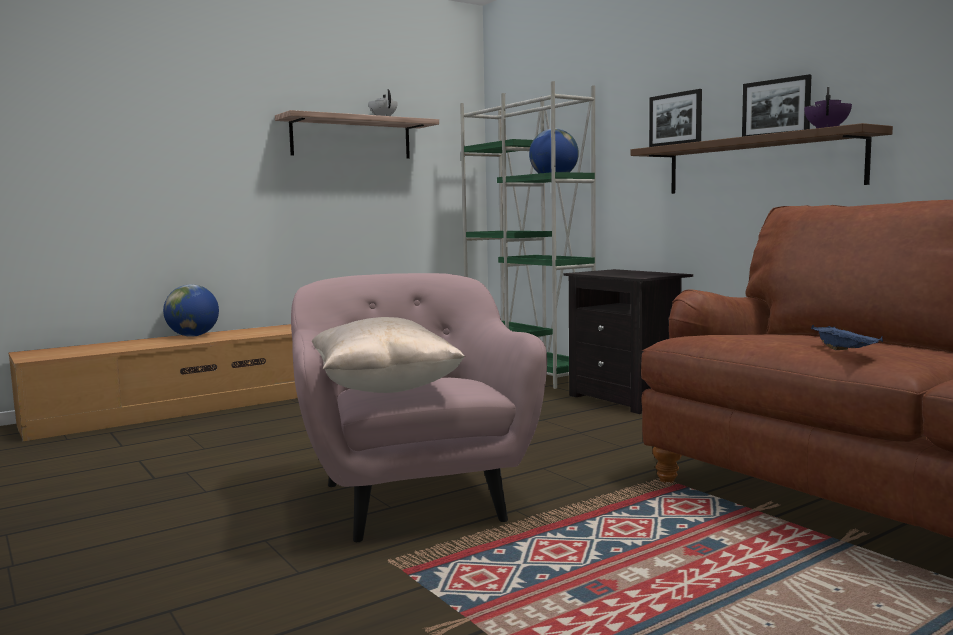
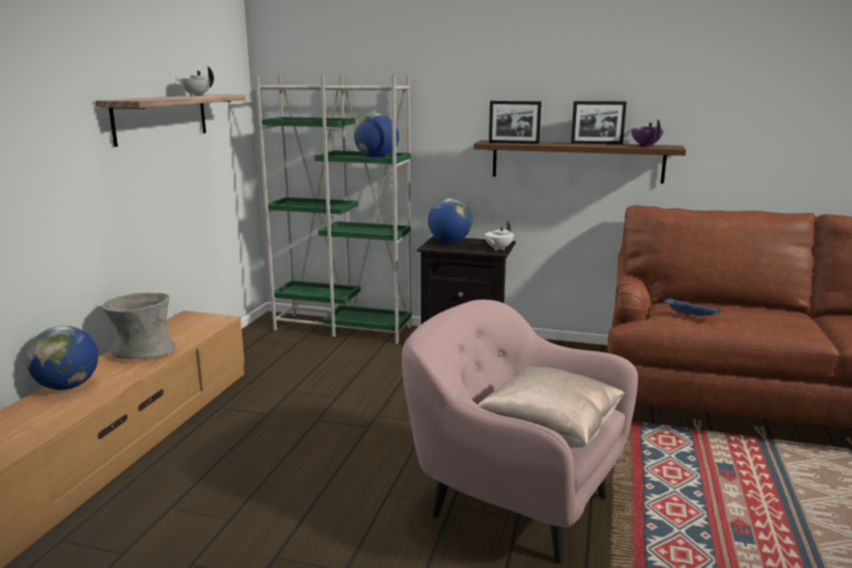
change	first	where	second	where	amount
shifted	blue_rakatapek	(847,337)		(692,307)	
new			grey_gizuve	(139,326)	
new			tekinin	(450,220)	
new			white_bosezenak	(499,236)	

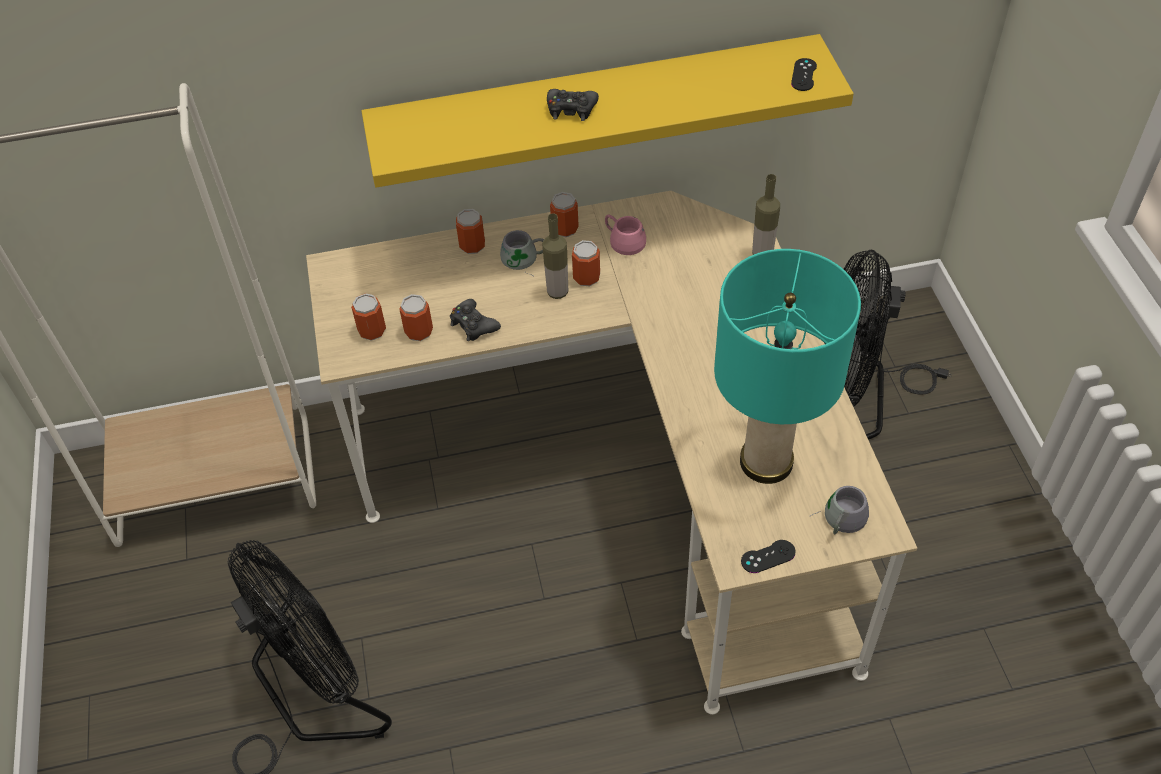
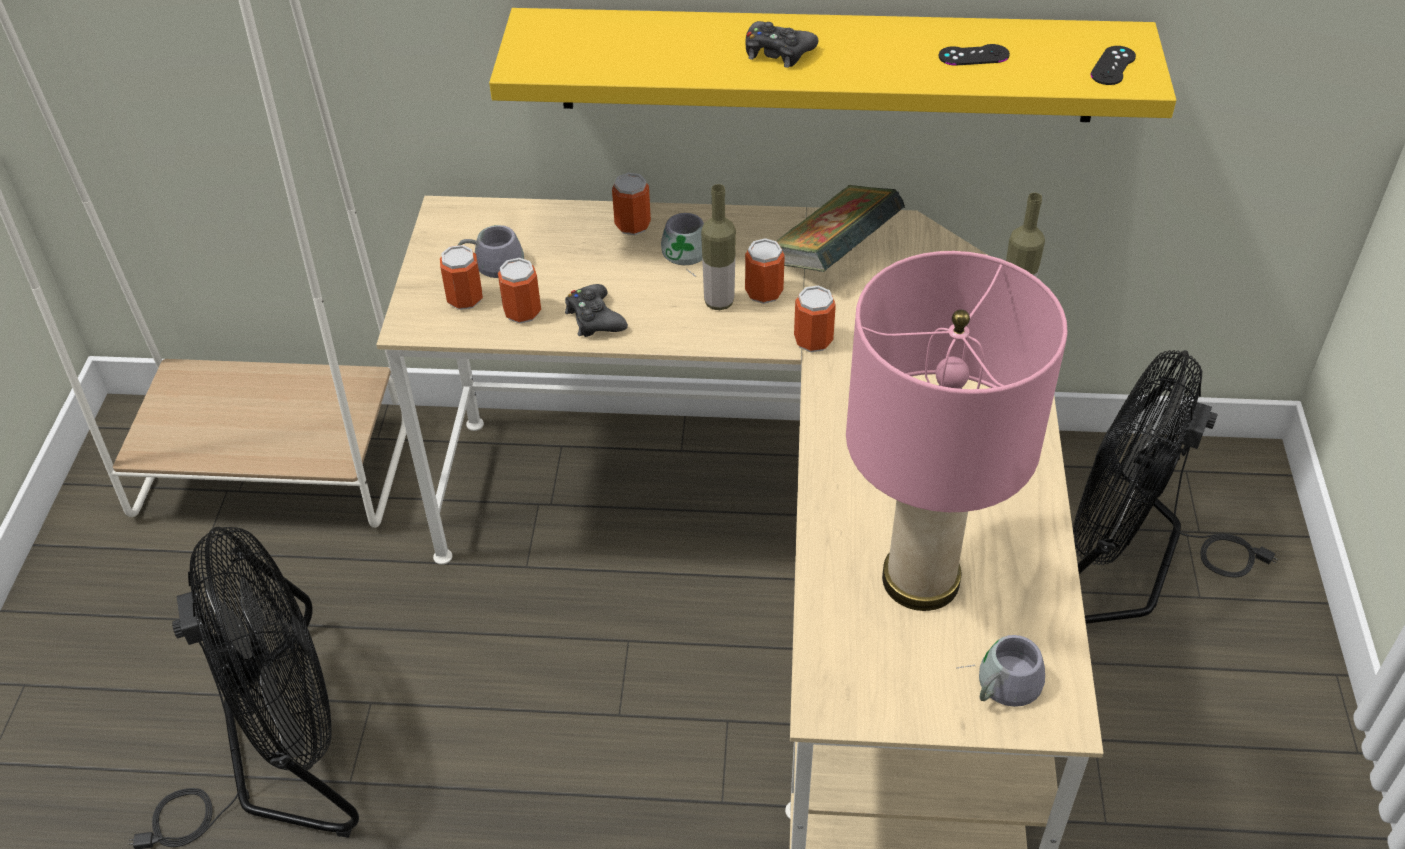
change	first	where	second	where	amount
shifted	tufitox	(564,214)		(815,318)	
swapped	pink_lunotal	(625,234)	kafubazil	(841,228)	
repainted	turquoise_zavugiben	(787,366)	pink_zavugiben	(957,431)	
shifted	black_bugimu	(768,556)		(974,55)	
new			grey_lunotal	(491,251)	

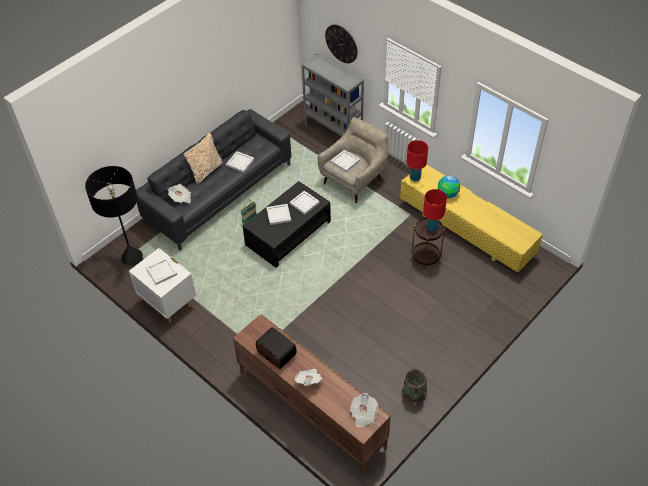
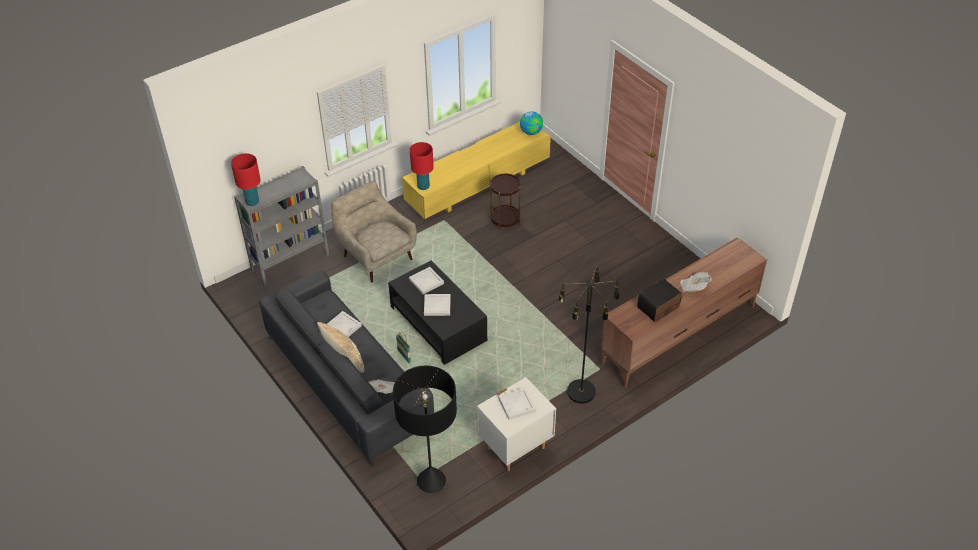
change	first	where	second	where	amount
gone	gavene	(341,43)			
gone	white_rakatapek	(345,161)			
gone	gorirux	(364,410)			
gone	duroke	(414,387)			
shifted	red_zavugiben	(435,210)		(246,179)	
shifted	tekinin	(449,187)		(531,123)	
new			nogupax	(589,335)	

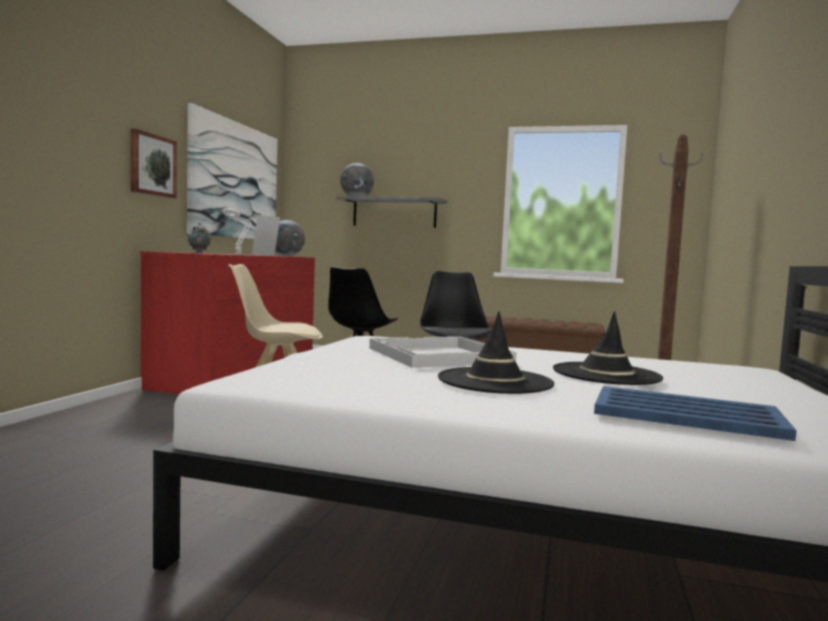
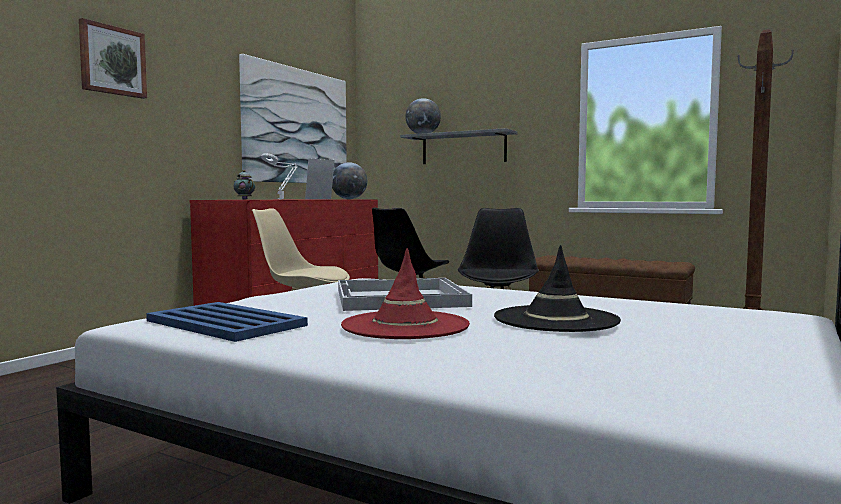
change	first	where	second	where	amount
shifted	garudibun	(154,163)		(113,58)	
repainted	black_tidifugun	(496,353)	red_tidifugun	(405,293)	
shifted	blue_rakatapek	(695,413)		(227,322)	

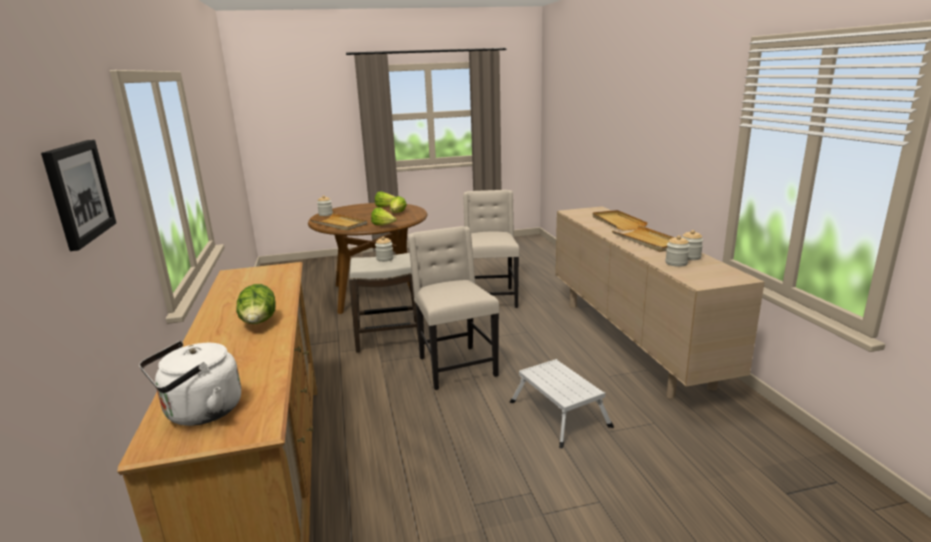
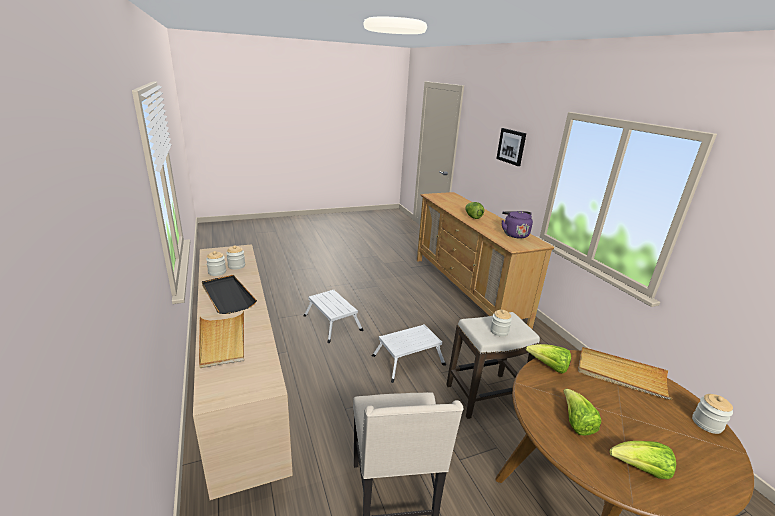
change	first	where	second	where	amount
gone	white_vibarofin	(190,383)			
swapped	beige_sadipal	(453,308)	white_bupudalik	(409,353)	
repainted	beige_rakatapek	(643,238)	black_rakatapek	(229,294)	
new			purple_vibarofin	(517,225)	

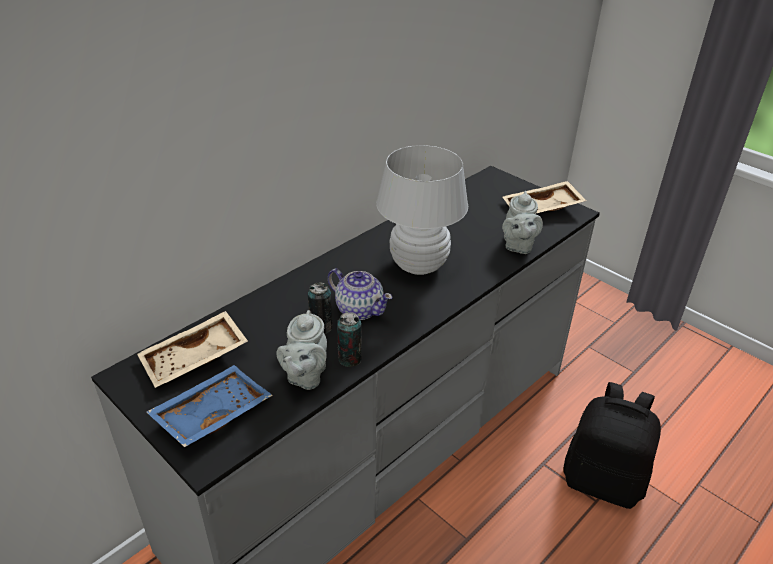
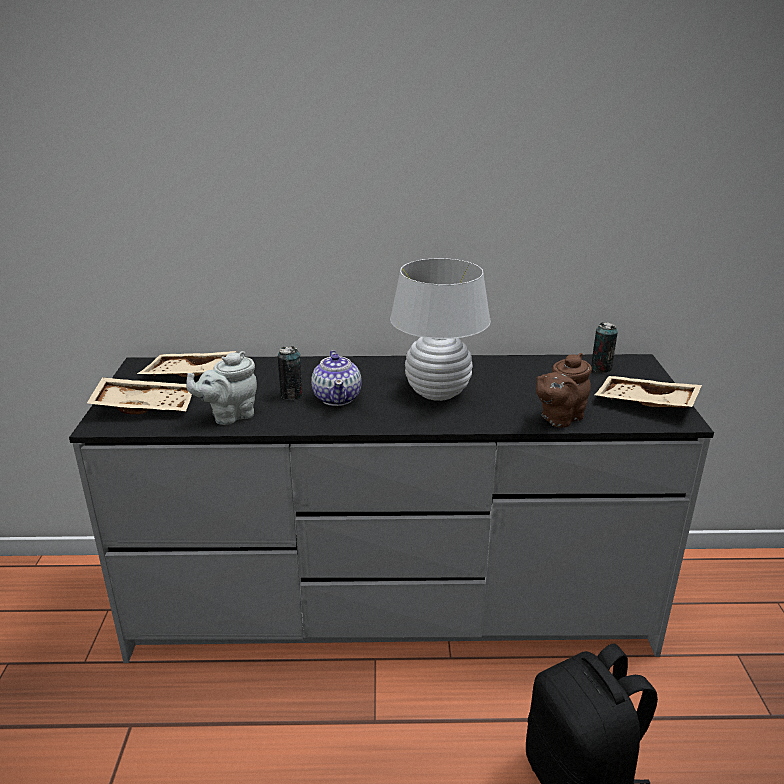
change	first	where	second	where	amount
repainted	blue_rakatapek	(209,406)	beige_rakatapek	(139,395)	
shifted	tufitox	(349,339)		(604,347)	
repainted	grey_bosezenak	(522,222)	brown_bosezenak	(564,390)	

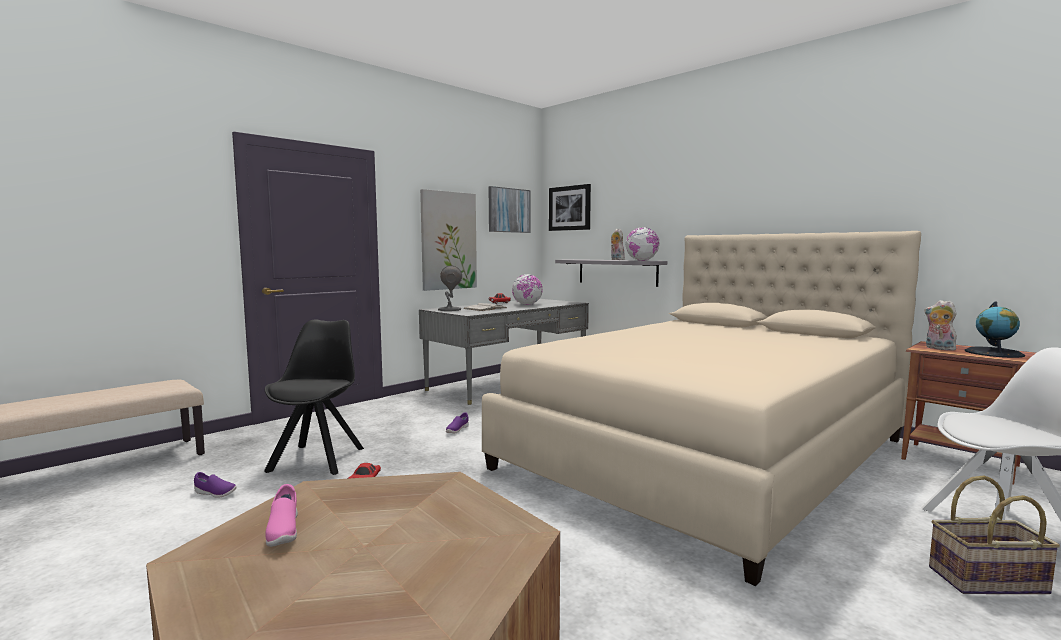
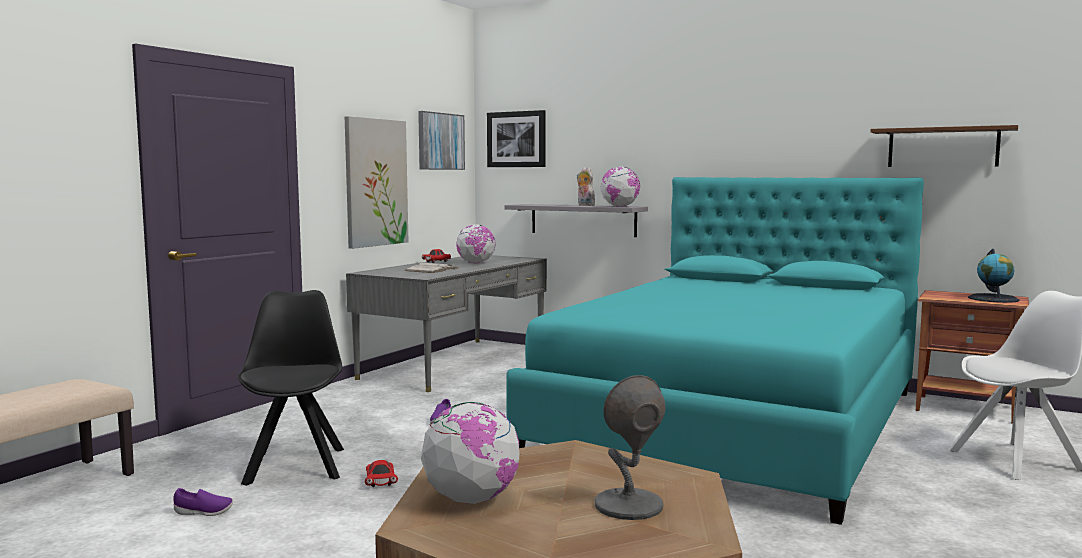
change	first	where	second	where	amount
swapped	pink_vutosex	(281,515)	tekinin	(471,453)	
shifted	grey_zavugiben	(450,288)		(630,447)	
repainted	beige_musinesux	(701,408)	turquoise_musinesux	(715,351)	
gone	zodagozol	(940,325)			
gone	duroke	(994,535)			
new			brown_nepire	(944,146)	

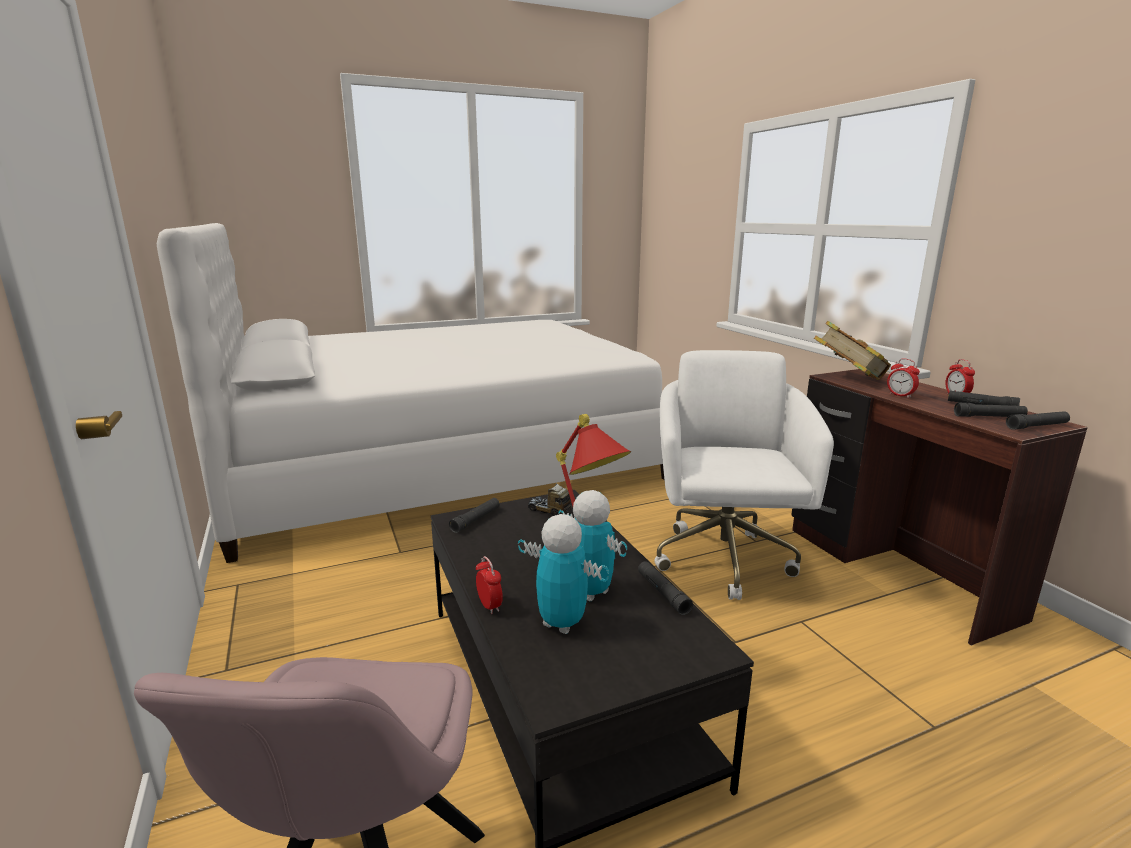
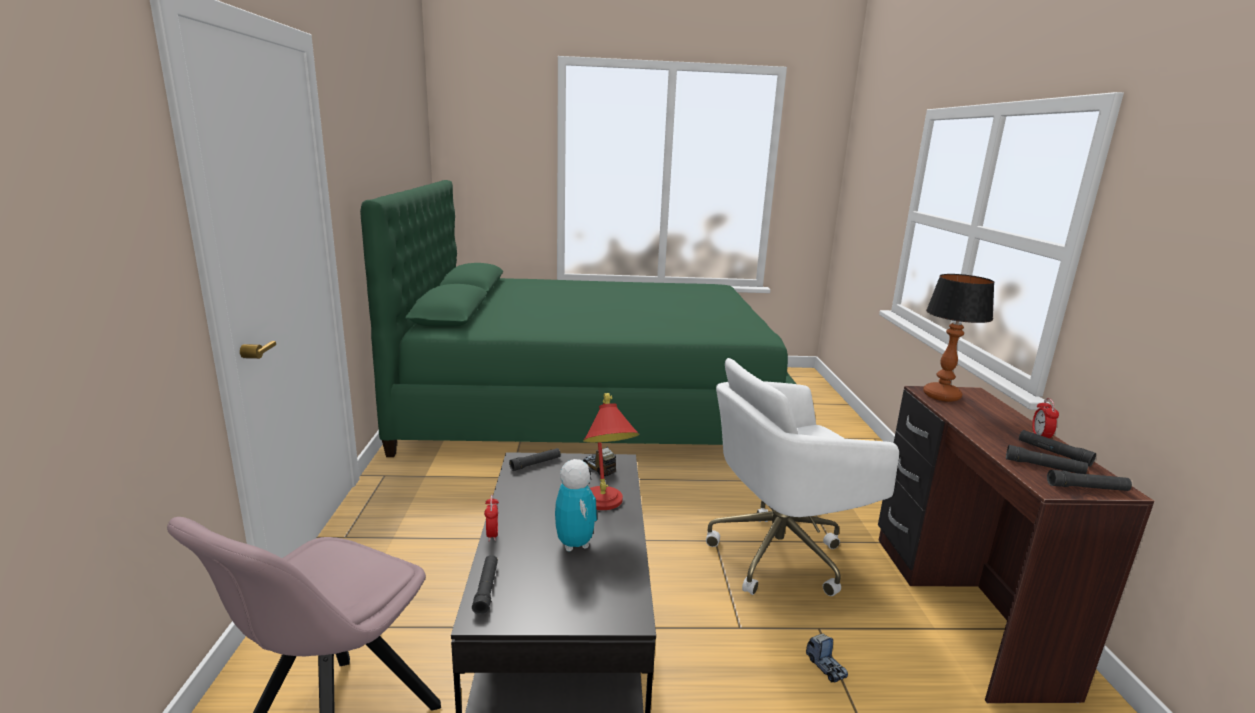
change	first	where	second	where	amount
repainted	white_musinesux	(410,393)	green_musinesux	(578,318)	
gone	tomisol	(563,574)			
shifted	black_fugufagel	(665,588)		(485,585)	
rotated	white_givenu	(744,475)		(802,477)	135 degrees counterclockwise
swapped	kafubazil	(852,350)	zavugiben	(958,338)	
gone	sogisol	(903,378)			
new			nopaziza	(827,658)	

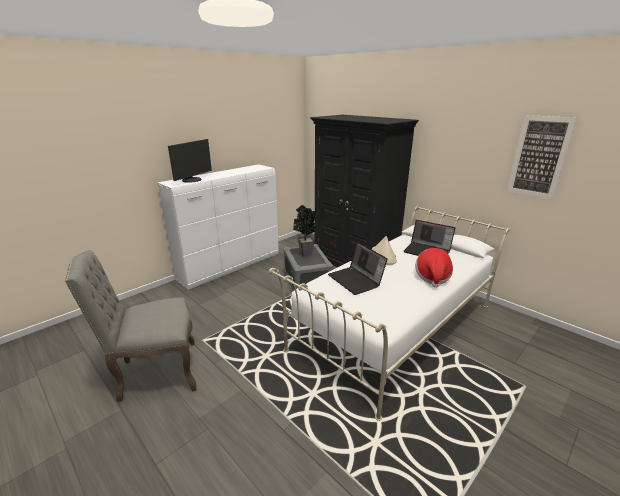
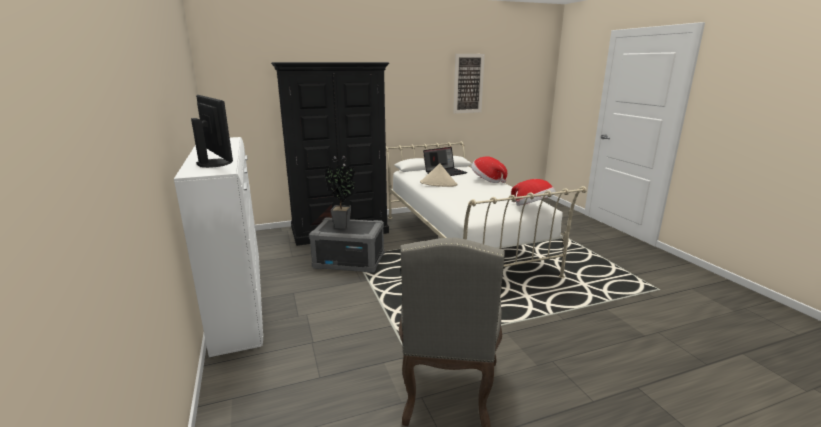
change	first	where	second	where	amount
gone	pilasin	(357,268)			
new			tidifugun	(533,192)	

